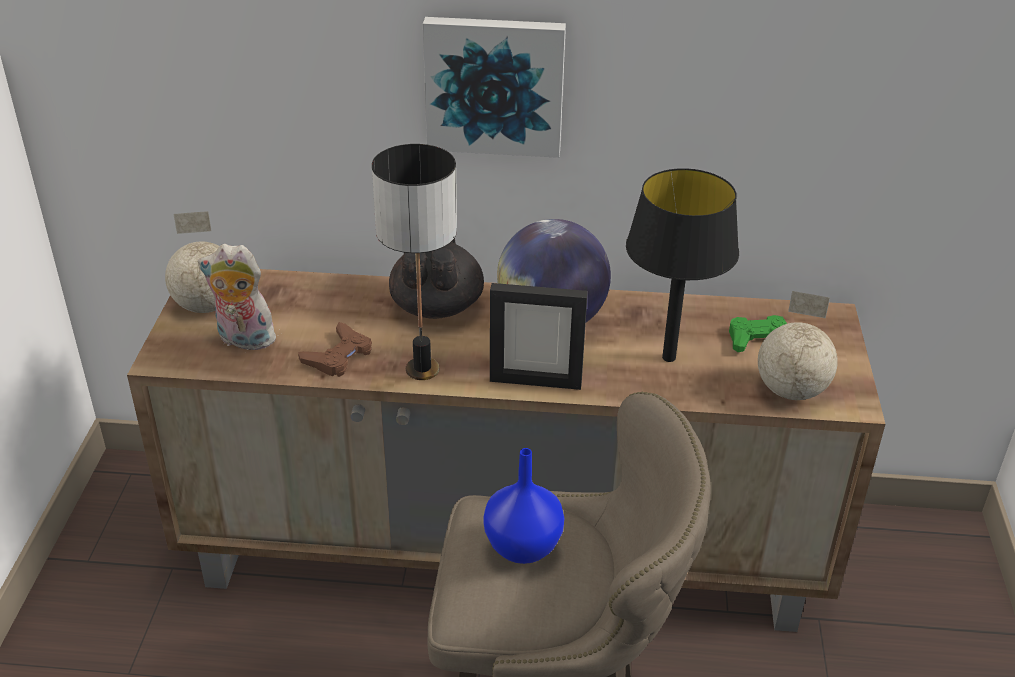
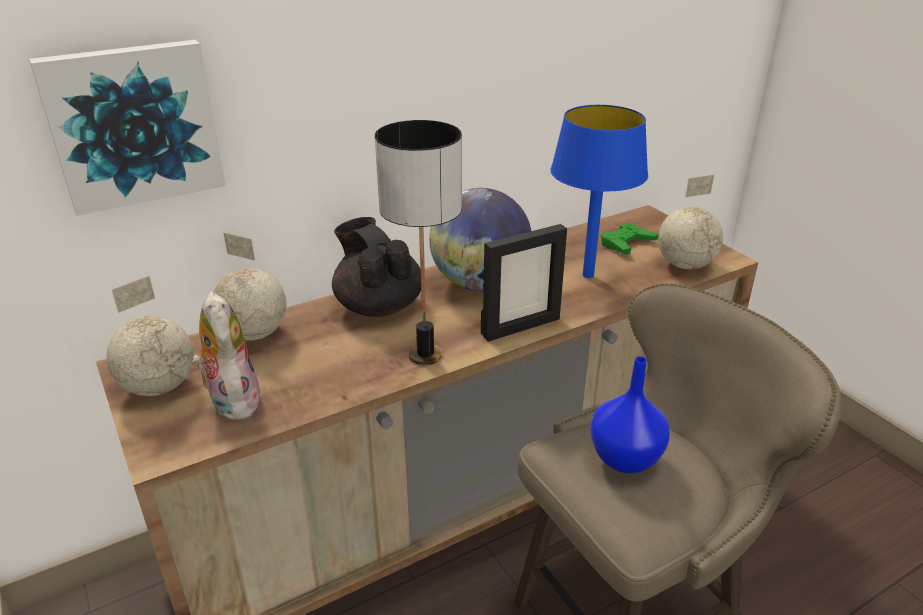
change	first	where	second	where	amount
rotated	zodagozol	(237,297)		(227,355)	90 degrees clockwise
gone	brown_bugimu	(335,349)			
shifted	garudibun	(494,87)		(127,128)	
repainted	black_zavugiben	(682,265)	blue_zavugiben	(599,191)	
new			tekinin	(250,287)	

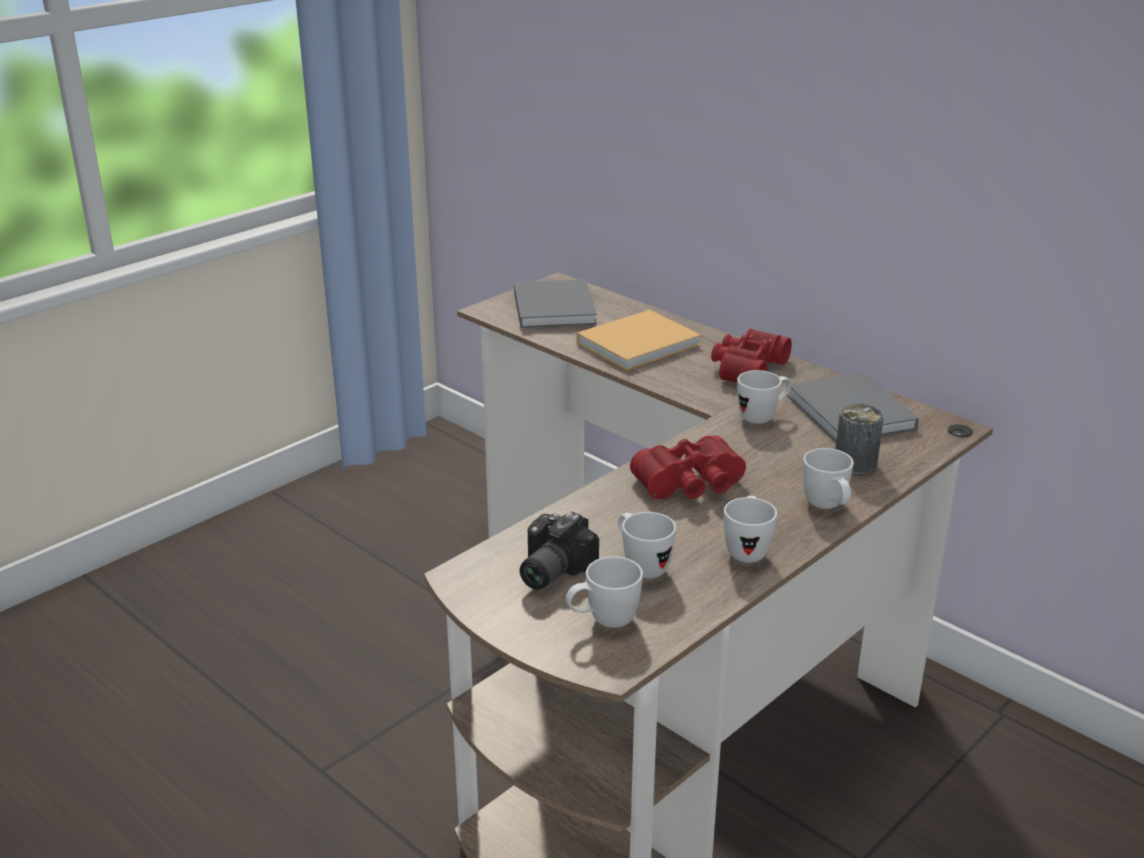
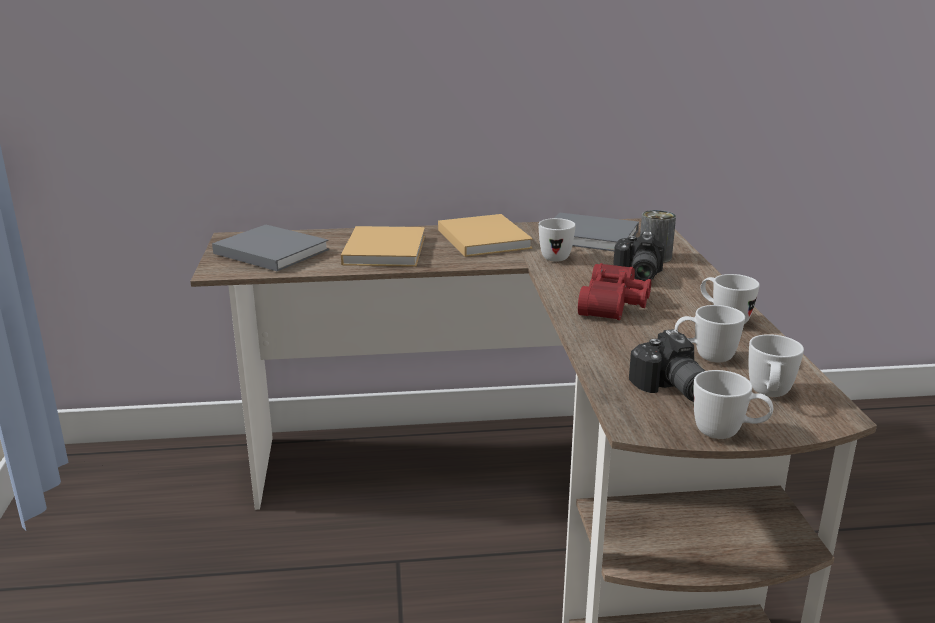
change	first	where	second	where	amount
swapped	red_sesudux	(751,356)	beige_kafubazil	(485,235)	
shifted	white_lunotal	(828,478)		(733,404)	
new			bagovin	(639,256)	

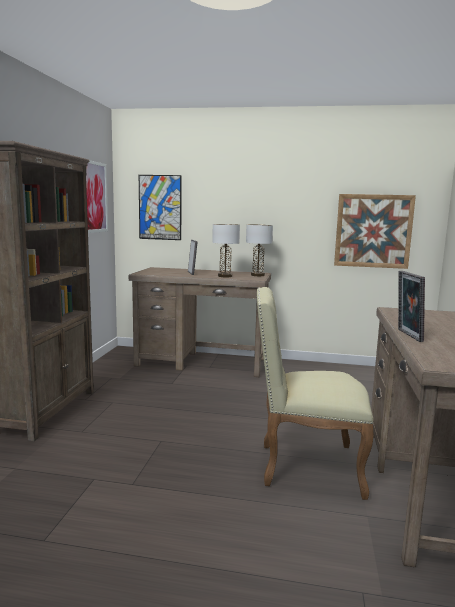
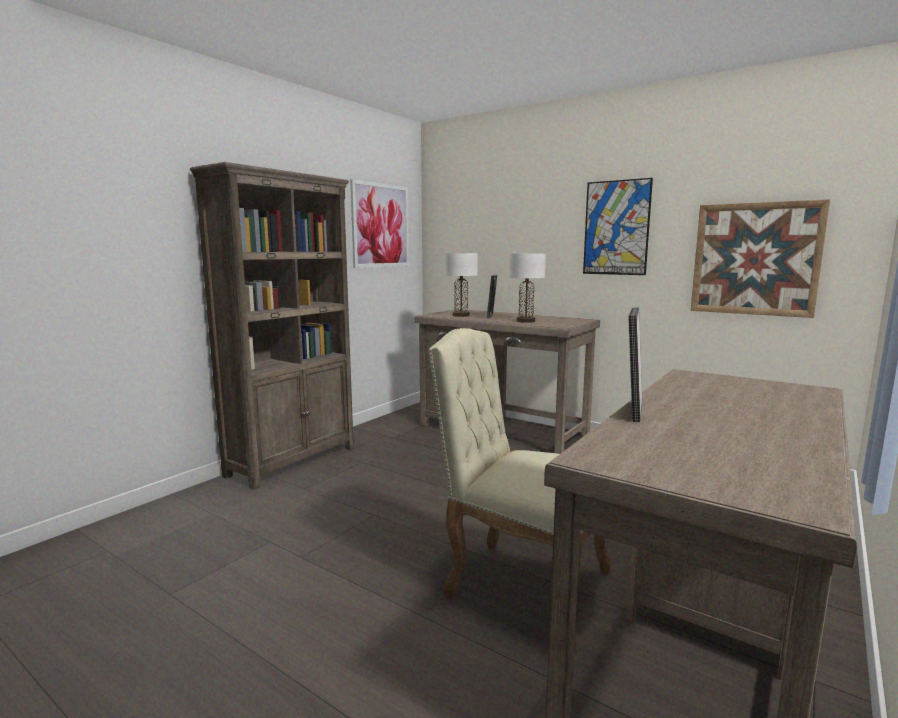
change	first	where	second	where	amount
shifted	garudibun	(160,207)		(618,226)	
shifted	zavugiben	(259,250)		(461,285)	

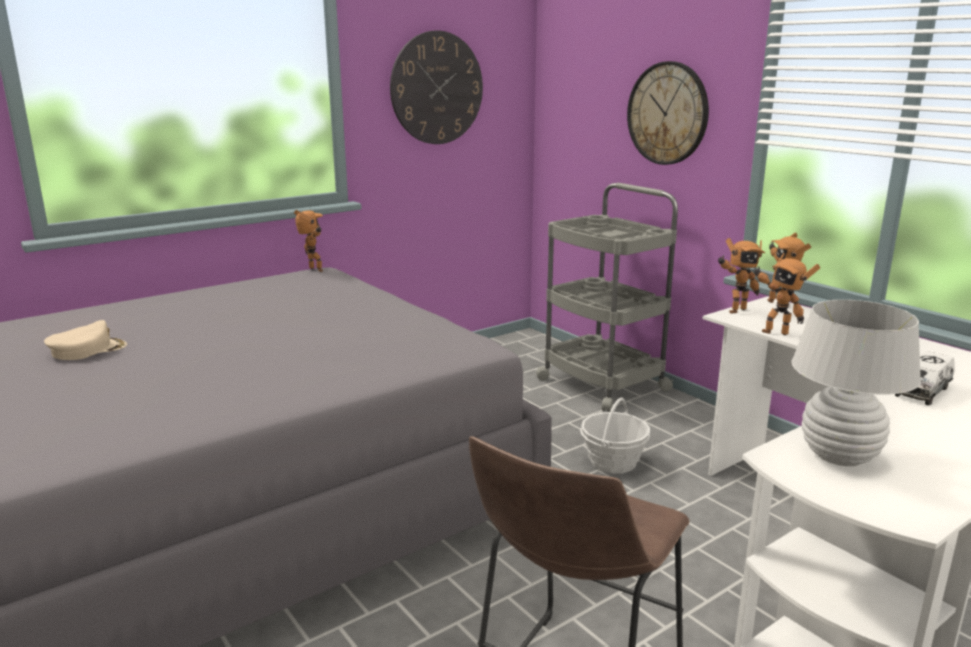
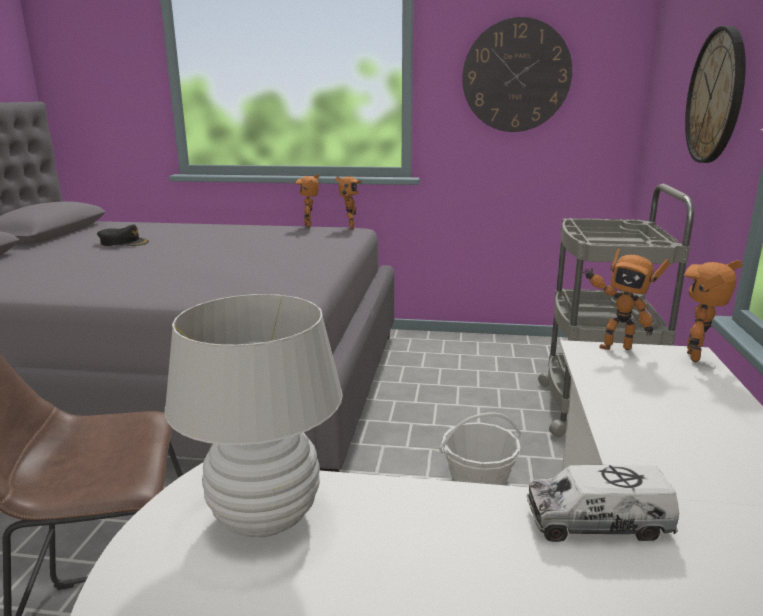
change	first	where	second	where	amount
repainted	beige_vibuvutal	(85,340)	black_vibuvutal	(123,235)	
shifted	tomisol	(786,294)		(308,201)	

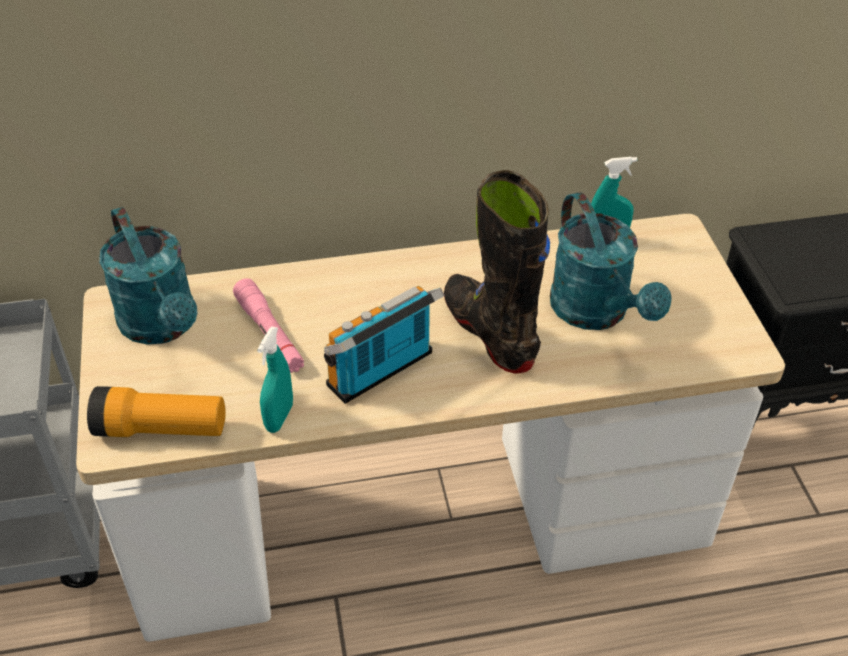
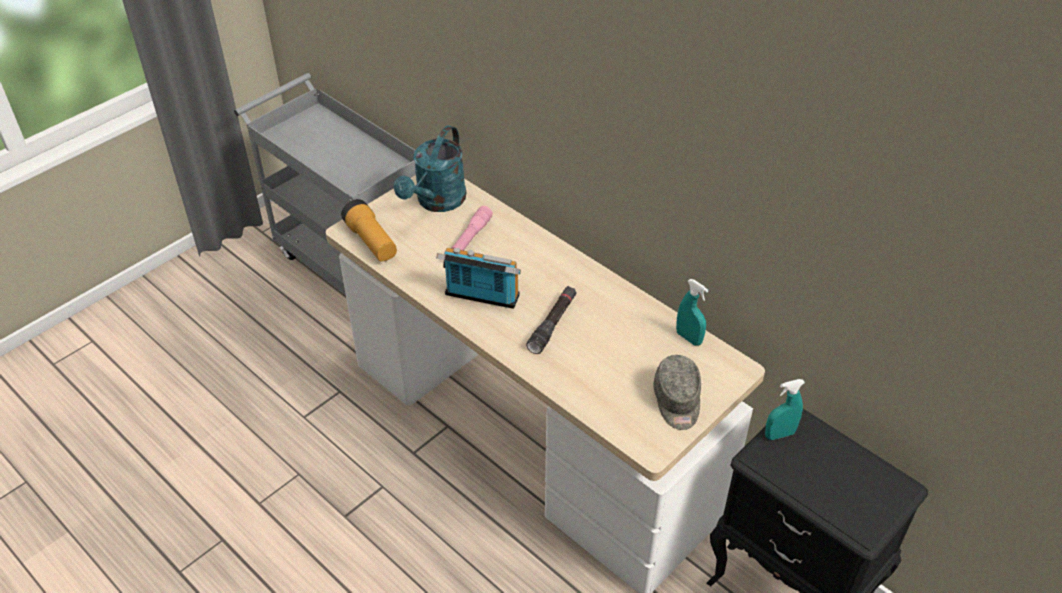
change	first	where	second	where	amount
shifted	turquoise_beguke	(275,379)		(785,409)	
swapped	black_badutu	(497,272)	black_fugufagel	(551,320)	
gone	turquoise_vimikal	(611,261)			
new			grey_vibuvutal	(677,392)	

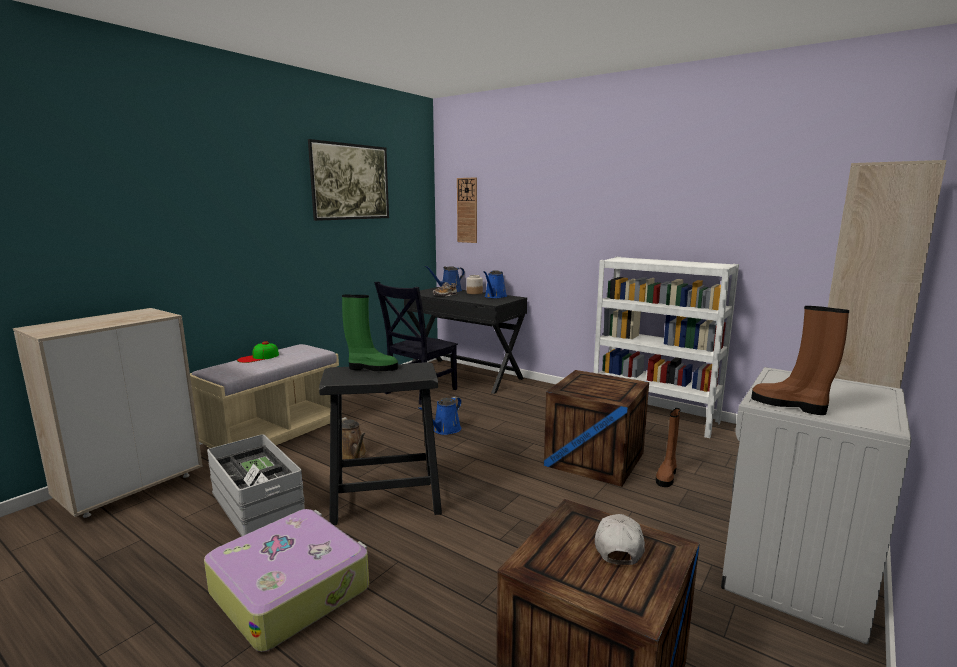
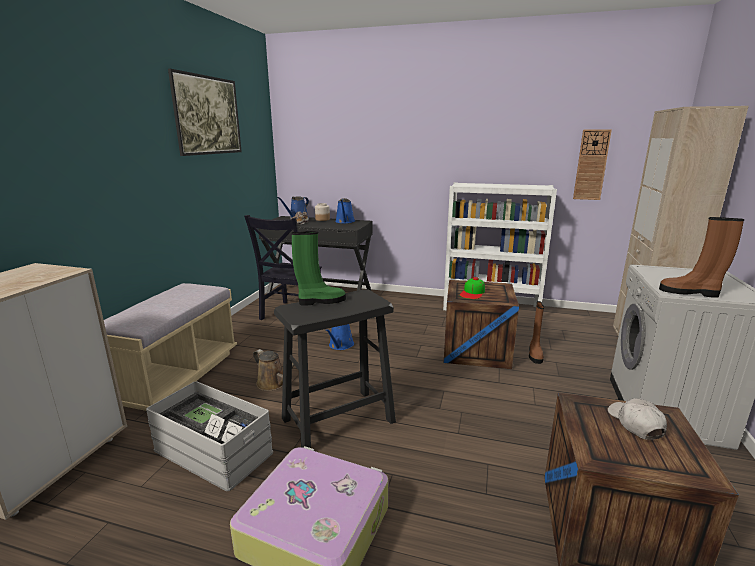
change	first	where	second	where	amount
shifted	vibuvutal	(258,352)		(472,288)	
shifted	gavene	(467,210)		(592,165)	

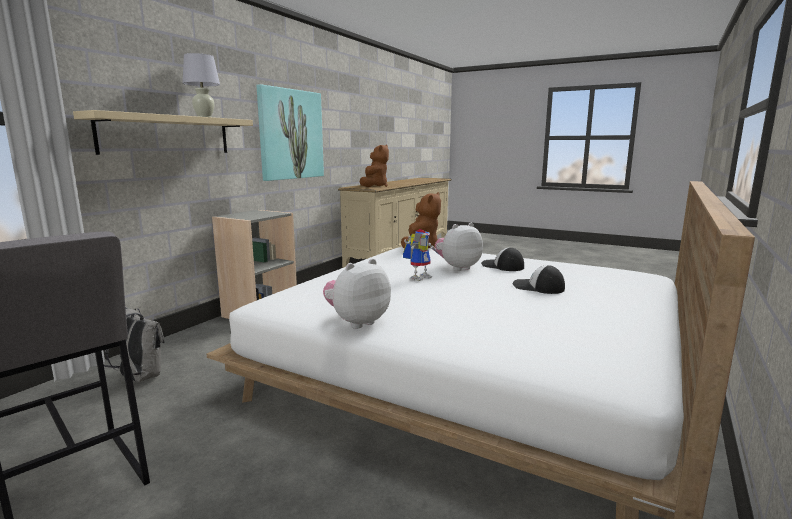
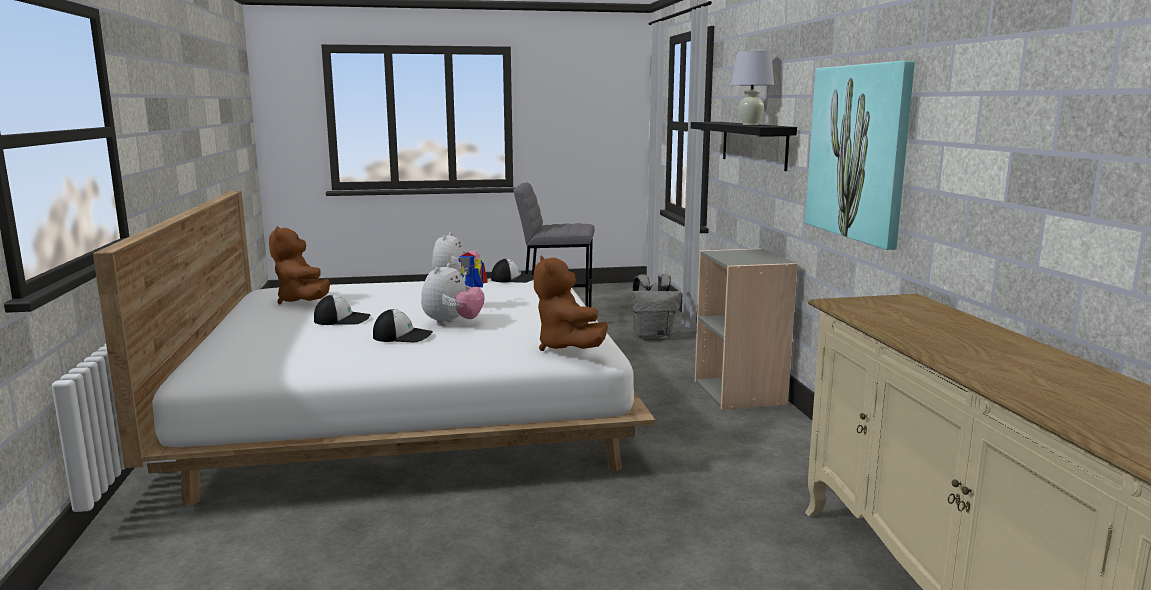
change	first	where	second	where	amount
repainted	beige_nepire	(163,132)	black_nepire	(744,146)	
shifted	brown_zodagozol	(374,165)		(299,265)	
new			vibuvutal	(512,271)	

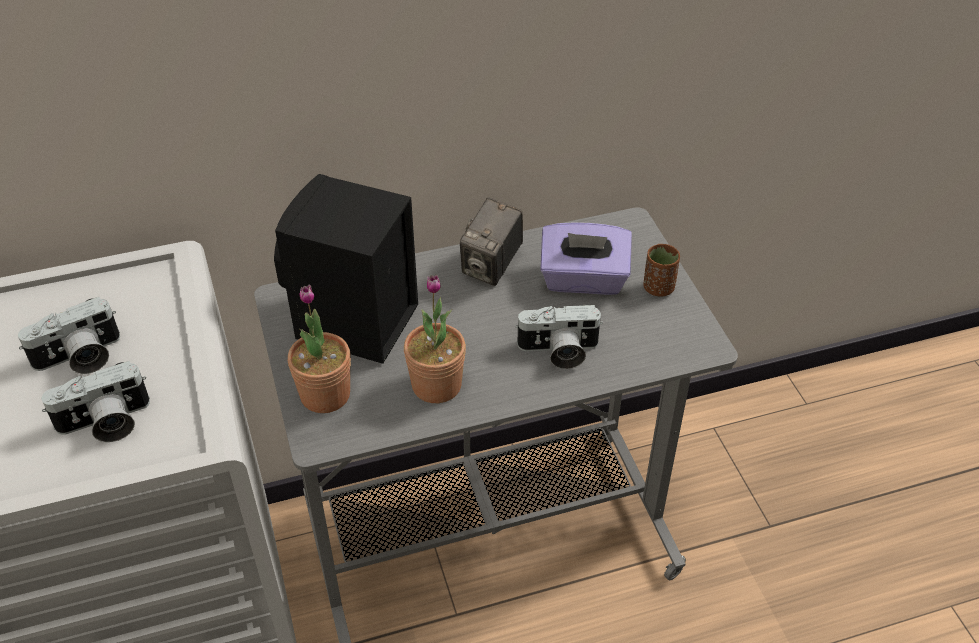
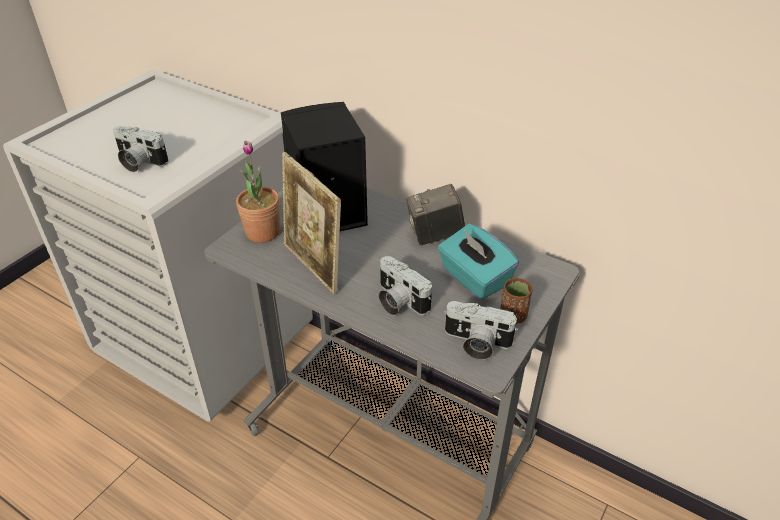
change	first	where	second	where	amount
shifted	bagovin	(69,335)		(481,330)	
swapped	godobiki	(435,339)	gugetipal	(311,223)	
repainted	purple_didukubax	(586,259)	turquoise_didukubax	(478,261)	

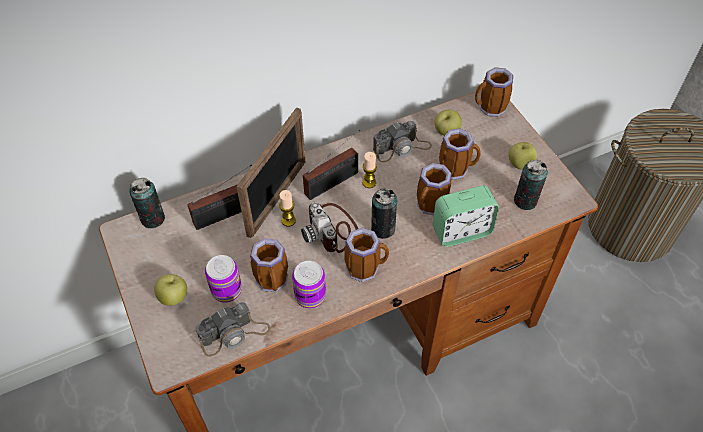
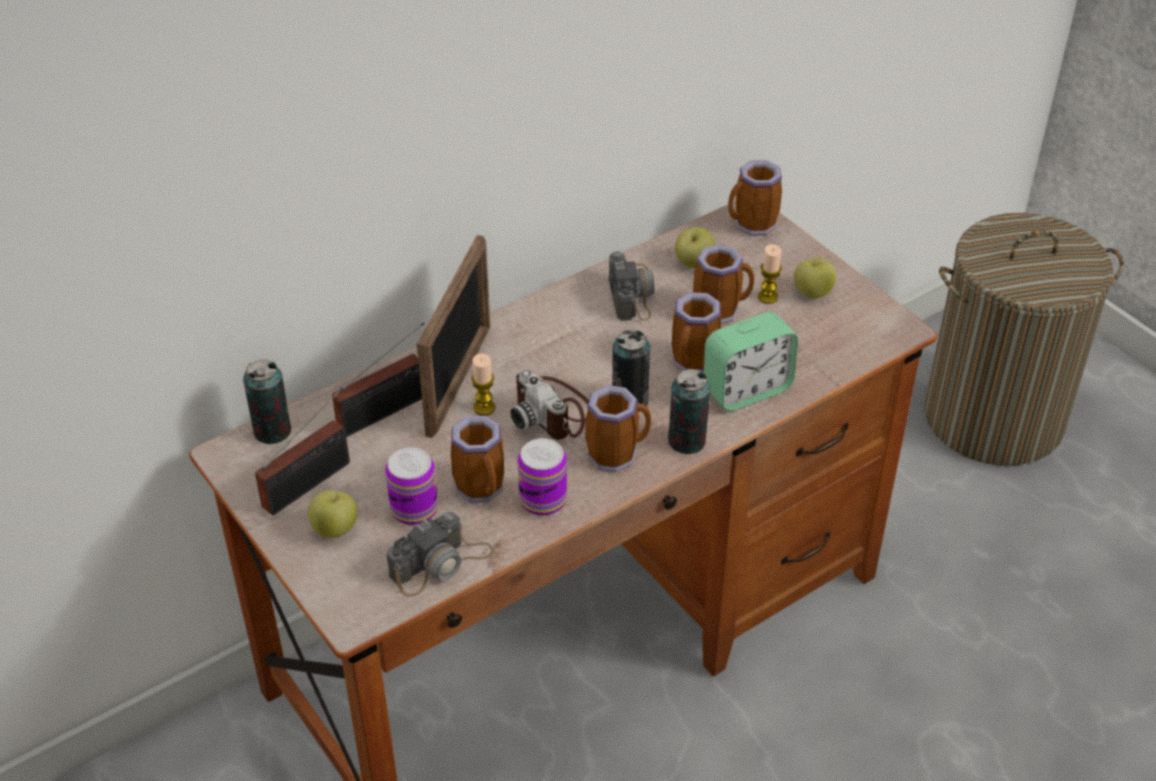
change	first	where	second	where	amount
shifted	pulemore	(331,164)		(302,451)	
shifted	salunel	(369,170)		(770,274)	
rotated	bagovin	(402,141)		(631,286)	60 degrees counterclockwise
shifted	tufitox	(531,185)		(689,411)	

